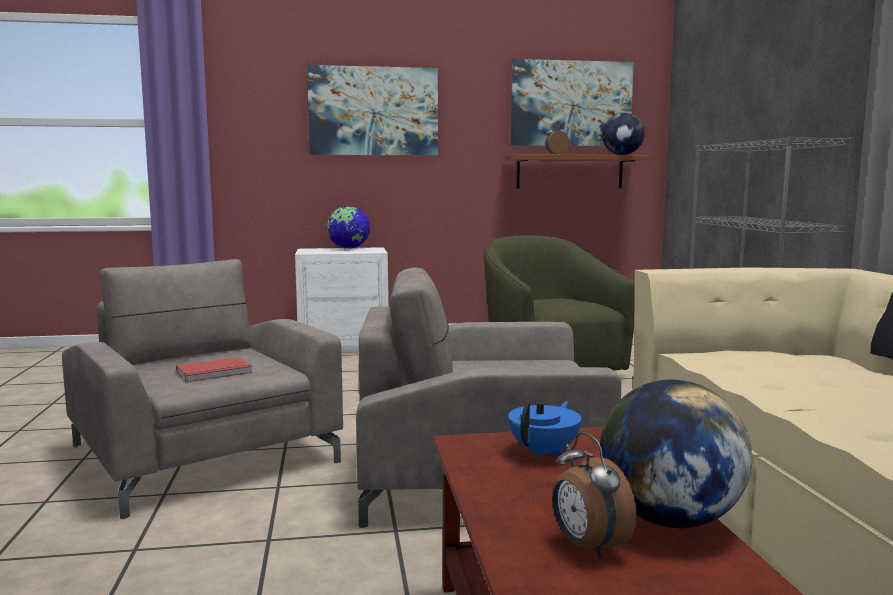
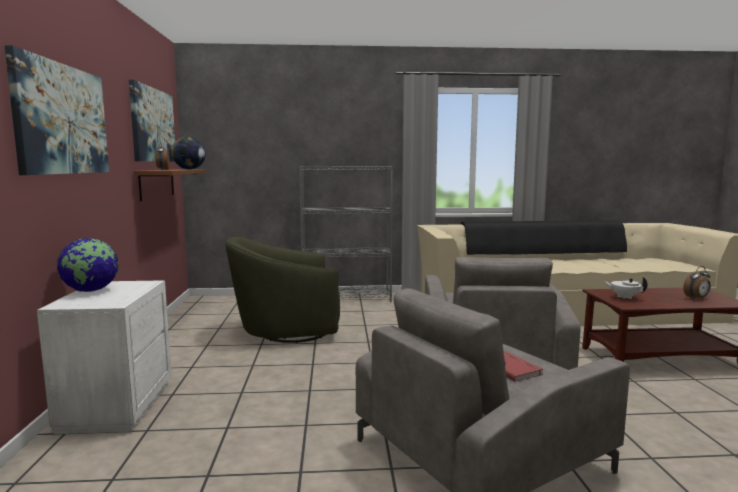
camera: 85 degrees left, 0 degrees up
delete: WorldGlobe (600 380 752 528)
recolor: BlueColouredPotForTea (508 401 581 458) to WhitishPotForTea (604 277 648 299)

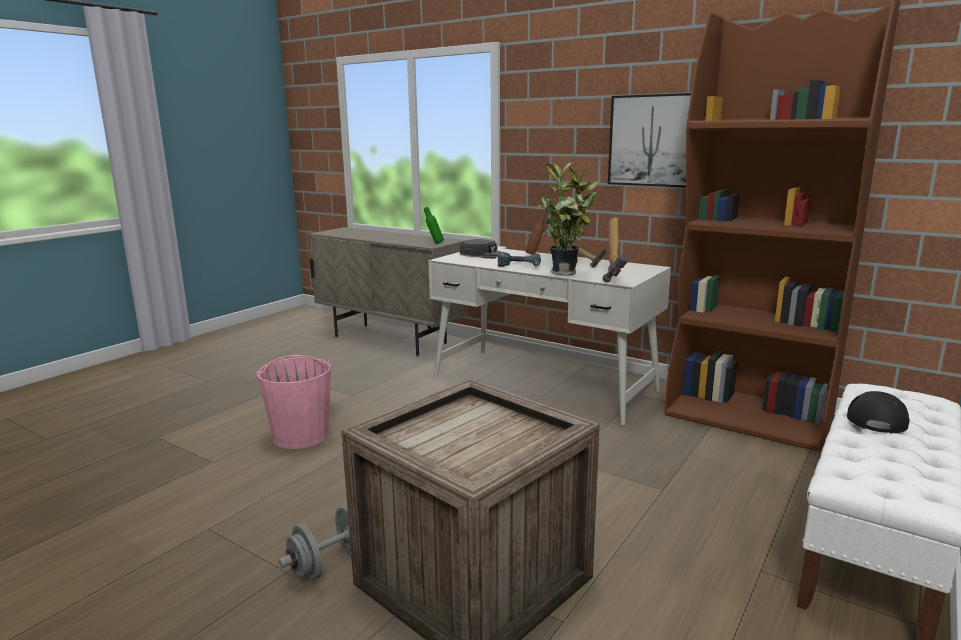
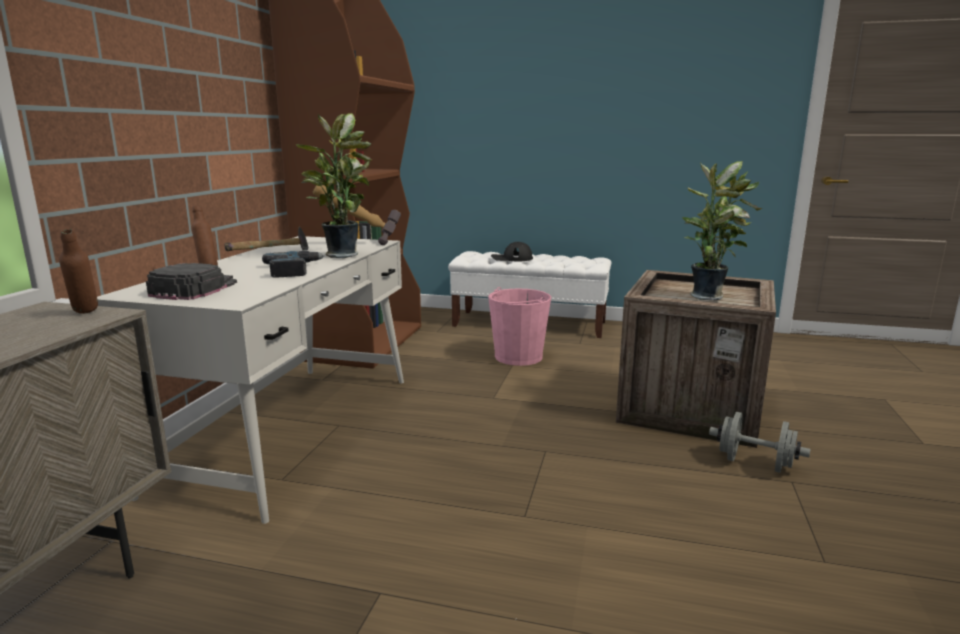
camera: 110 degrees left, 0 degrees up
delete: WallArt (608 93 691 187)
insert: PottedPlant (682 161 763 300)
move: PinkBucket (256 355 331 449) to (488 287 551 366)
recolor: GreenishBottle (424 207 444 244) to BrownColouredBottle (59 229 98 314)

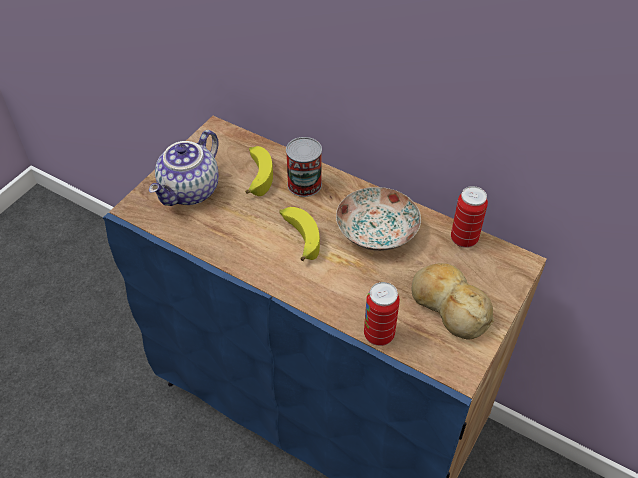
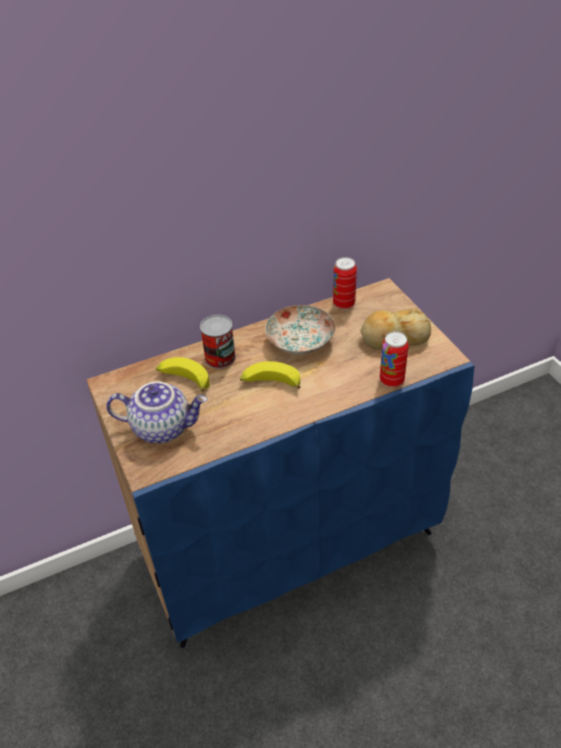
camera: 55 degrees left, 5 degrees down
rotate: PotForTea (149 130 219 206) = (106 381 207 443) 60 degrees counterclockwise

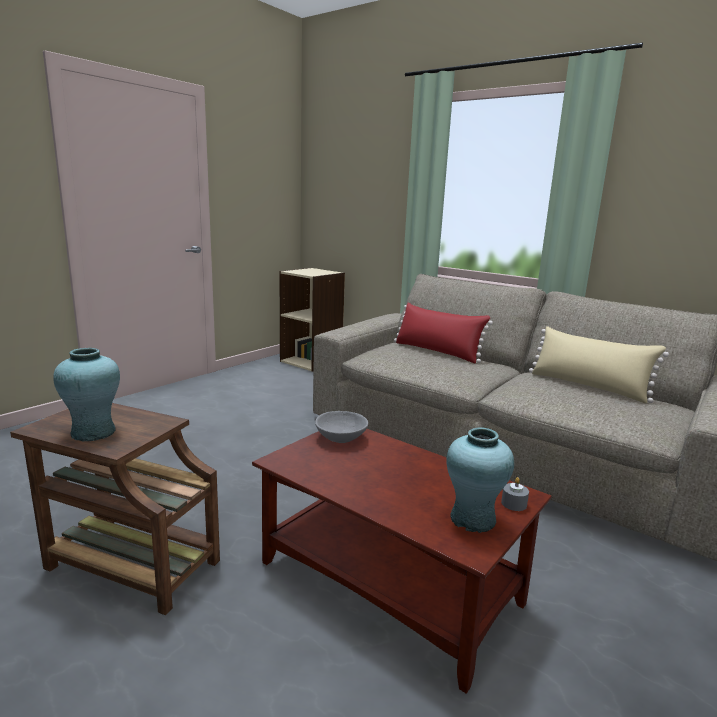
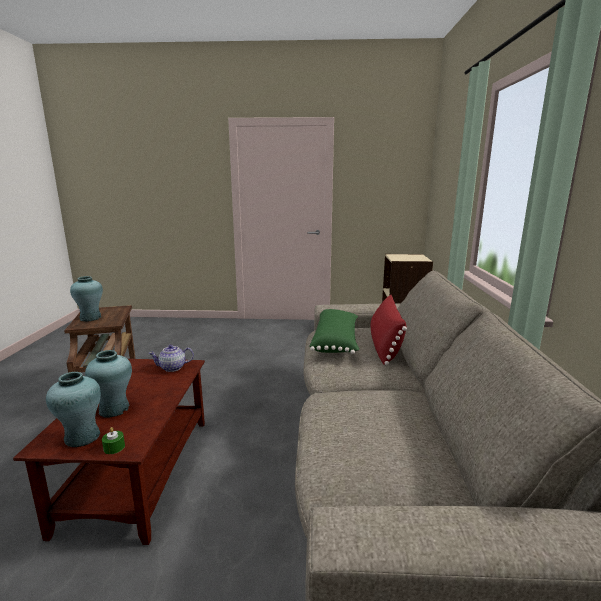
camera: 55 degrees right, 0 degrees up
delete: BeigeColouredCushion (529 326 669 403)
insert: GreenishCushion (309 309 359 354); TurquoiseFlowerVase (85 350 132 418)
replace: GreyishDeepDish (315 411 368 443) to PotForTea (148 345 194 372)
recolor: GreyishWaxLight (501 477 529 511) to GreenishWaxLight (102 427 125 454)

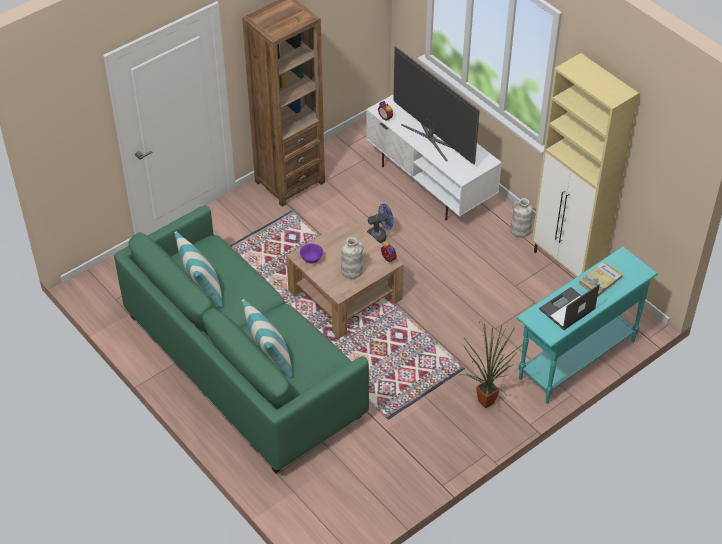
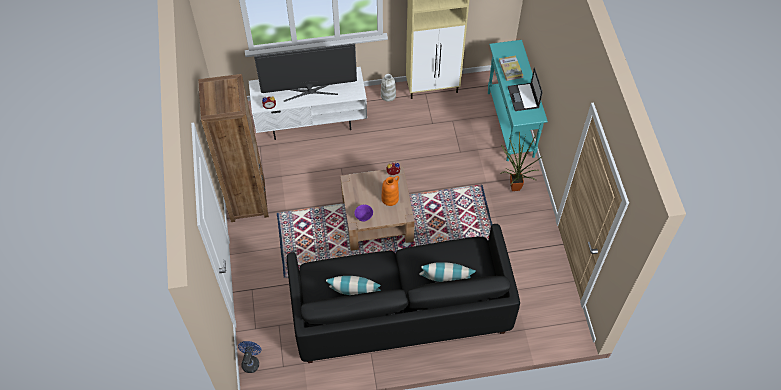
camera: 60 degrees left, 10 degrees up
move: BlueColouredElectricFan (367 204 394 243) to (238 341 261 373)
recolor: GreenishSettee (114 205 369 473) to BlackColouredSettee (287 224 520 363); WhitishFlowerVase (341 237 364 279) to OrangeFlowerVase (382 176 399 206)

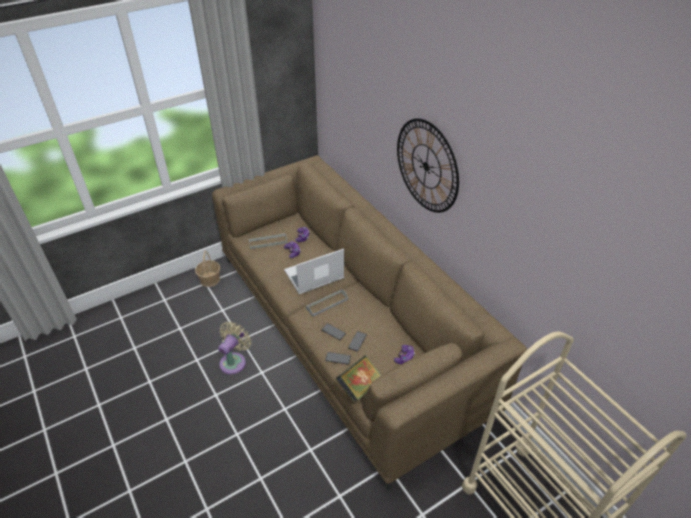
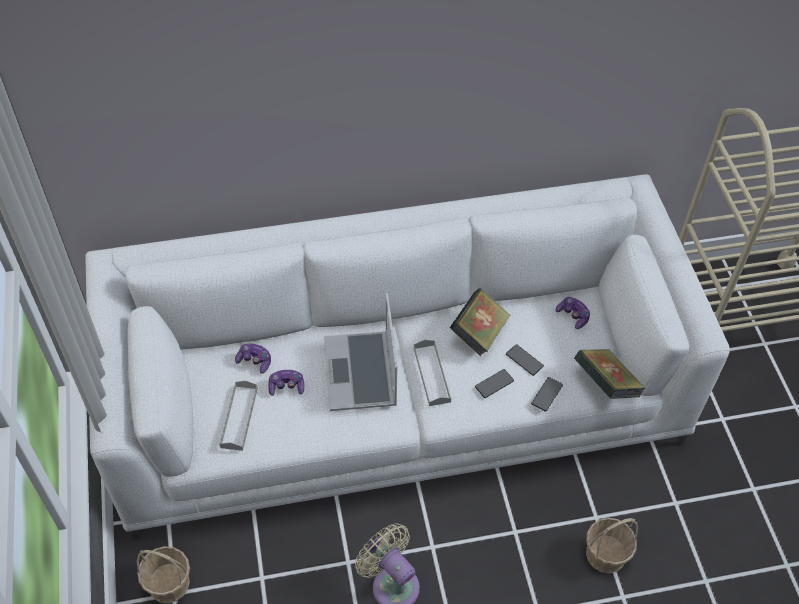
camera: 70 degrees left, 10 degrees up
delete: HangingClock (397 118 459 213)
insert: Volume (450 288 510 356); HouseholdBasket (586 518 638 573)
recolor: BrownColouredSettee (212 155 527 491) to WhitishSettee (85 174 730 540)

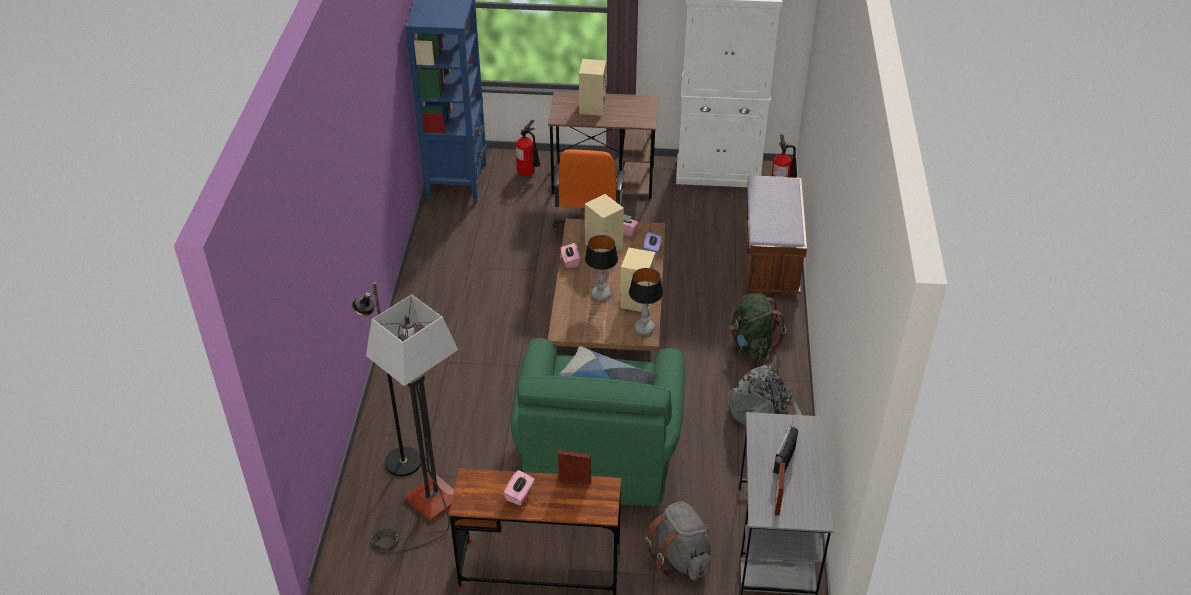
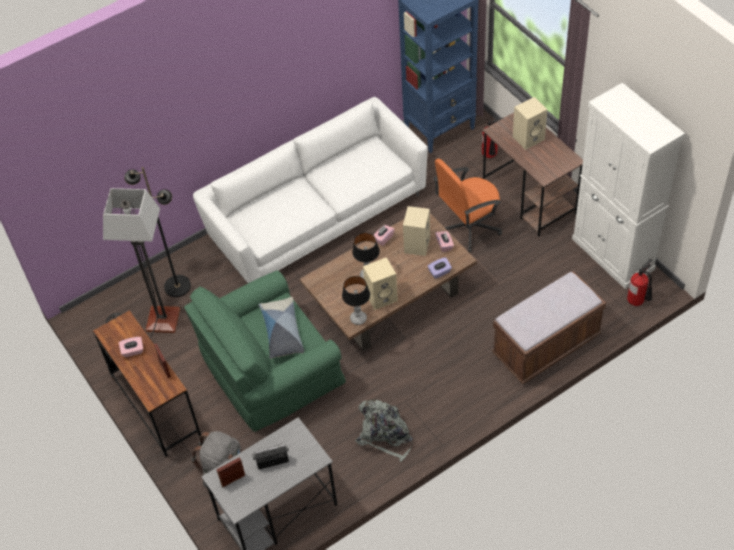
camera: 55 degrees right, 10 degrees up
delete: GreenishBackpack (730 293 786 361)
insert: WhitishSettee (193 97 428 283)

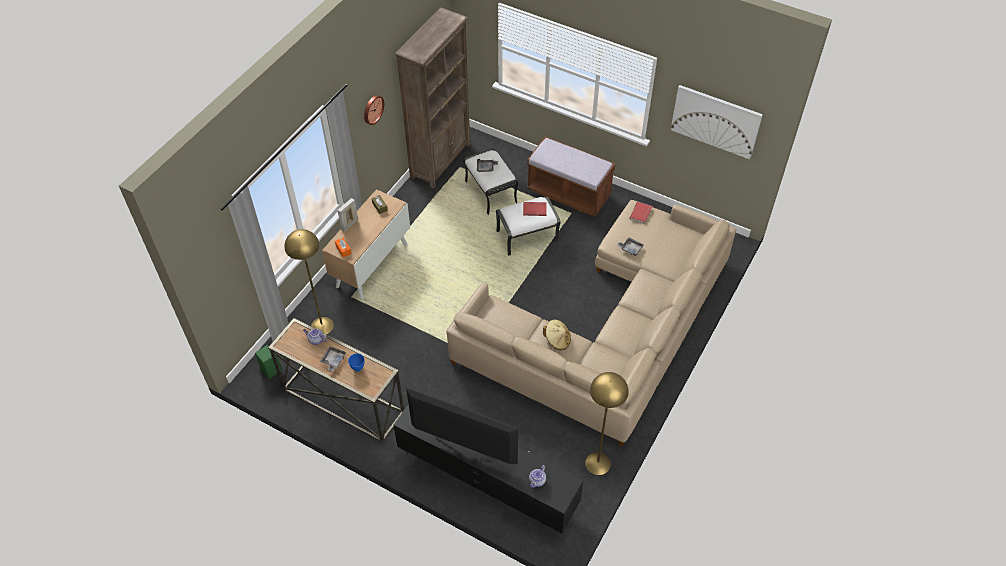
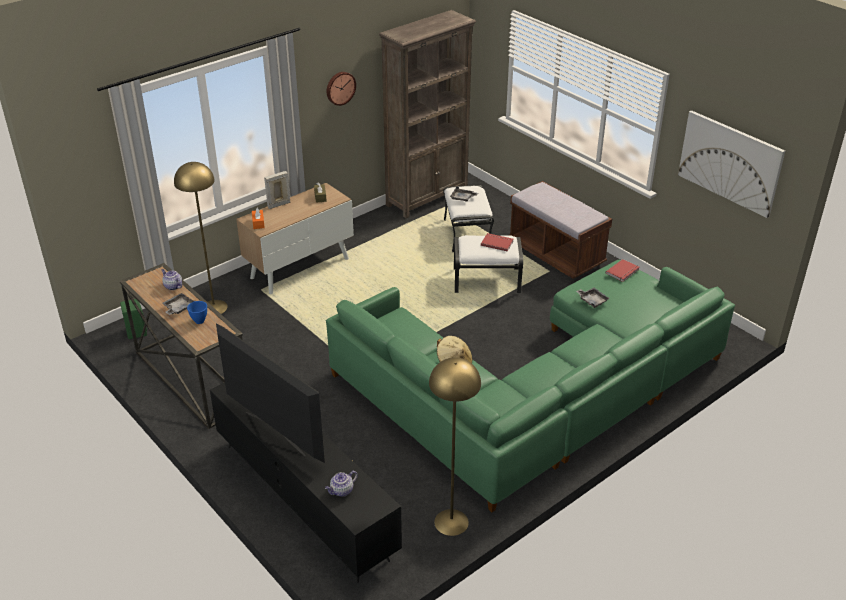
camera: 20 degrees right, 15 degrees down
recolor: BeigeColouredSettee (446 200 736 446) to GreenishSettee (326 260 735 512)

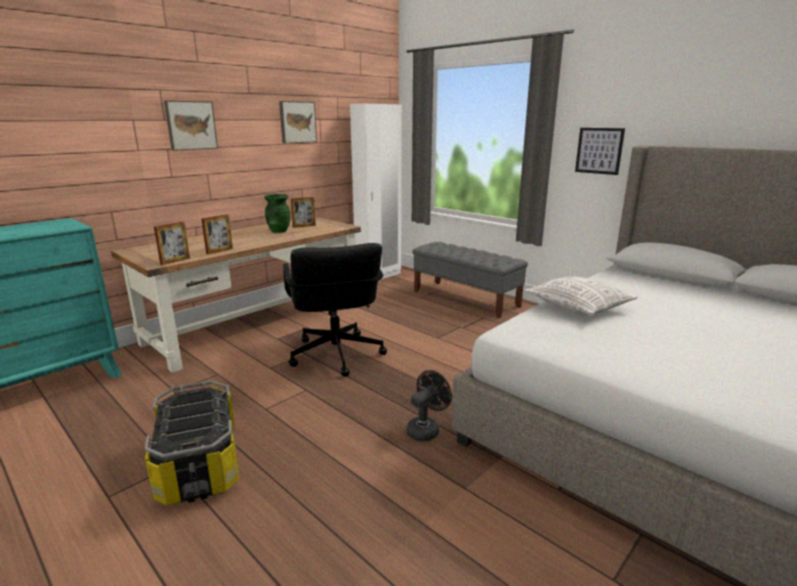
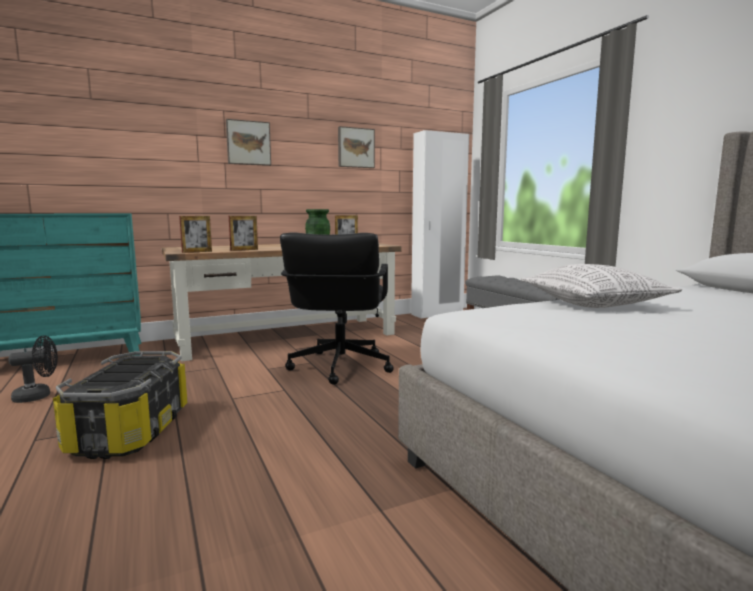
camera: 20 degrees right, 10 degrees down
delete: WallArt (575 128 625 175)
move: BlackColouredElectricFan (406 370 452 442) to (8 335 58 403)

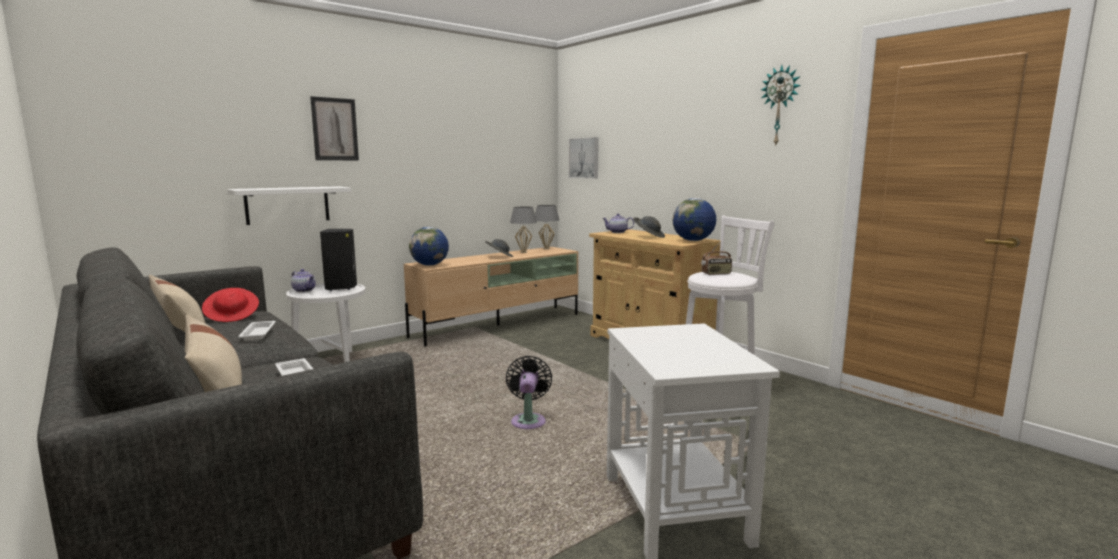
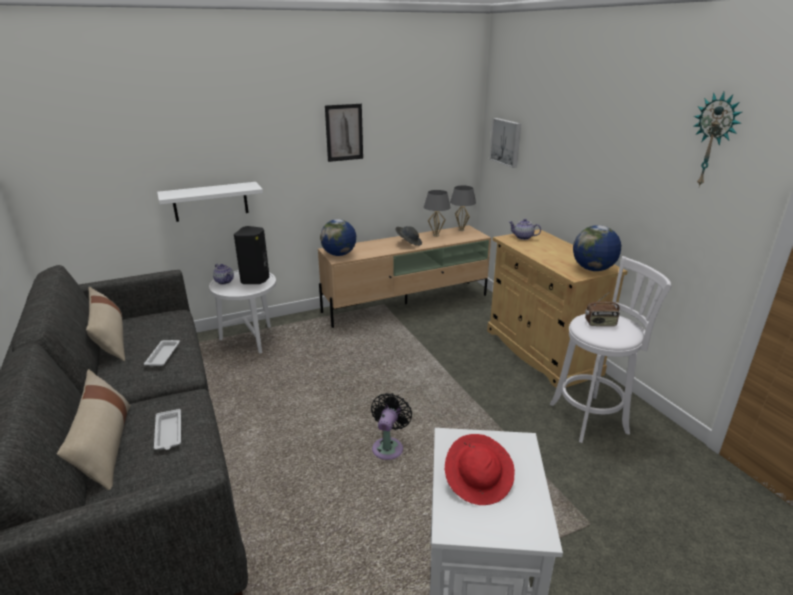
camera: 15 degrees right, 15 degrees up
delete: GreyishWearableHat (633 216 665 238)
move: WallArt (310 96 359 160) to (325 104 363 162); ReddishWearableHat (202 288 259 322) to (445 434 515 505)

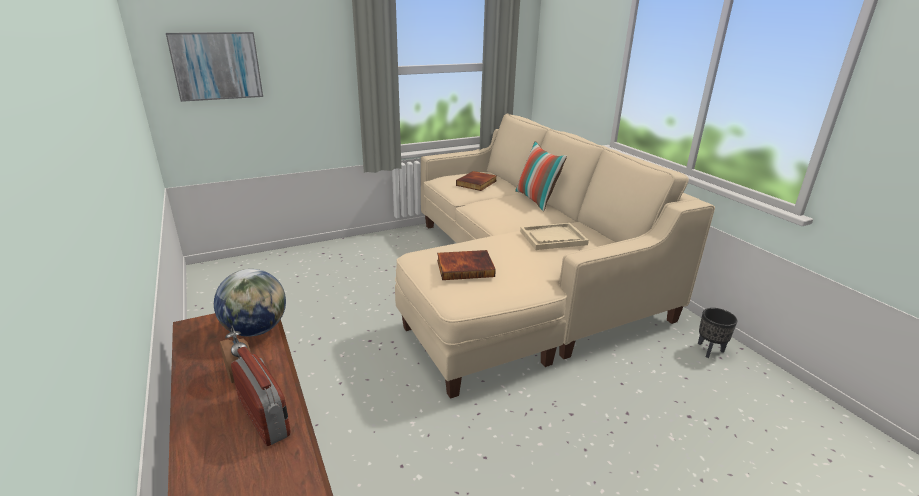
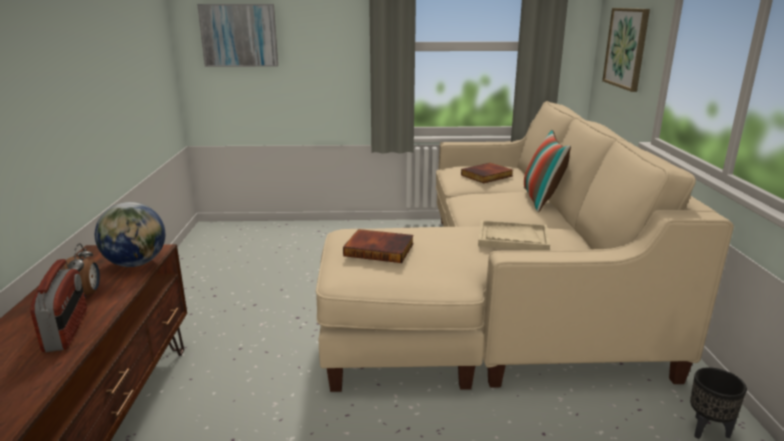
camera: 25 degrees right, 5 degrees down
insert: WallArt (602 8 650 92)

